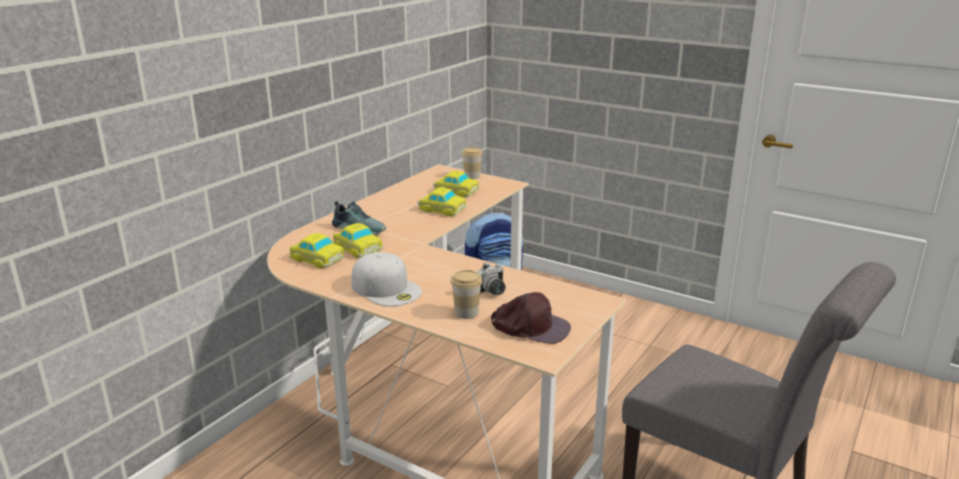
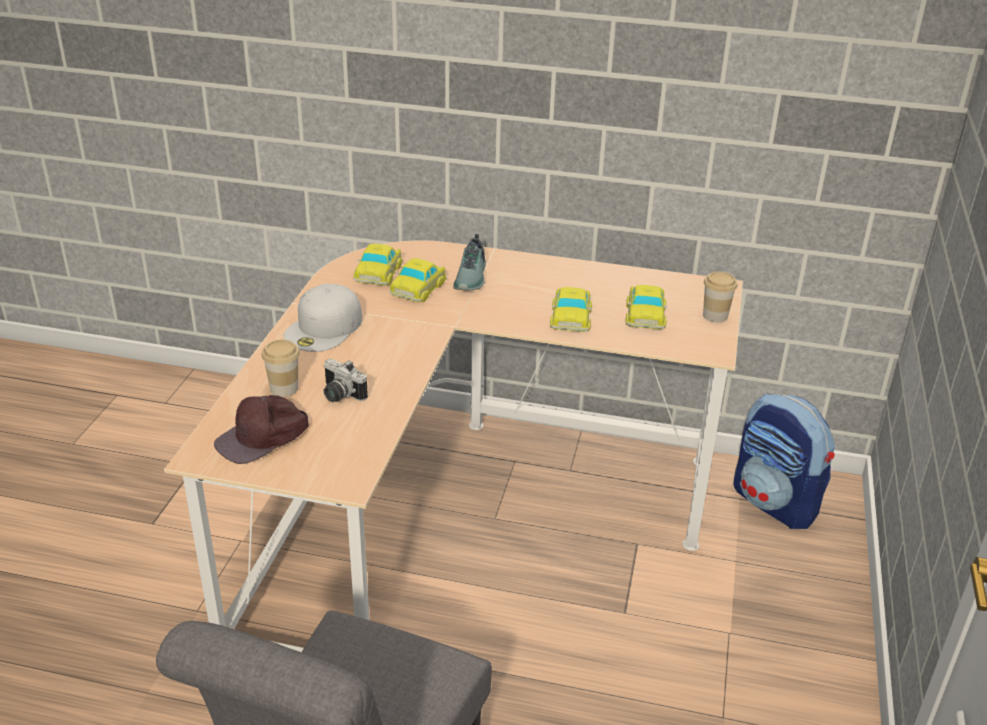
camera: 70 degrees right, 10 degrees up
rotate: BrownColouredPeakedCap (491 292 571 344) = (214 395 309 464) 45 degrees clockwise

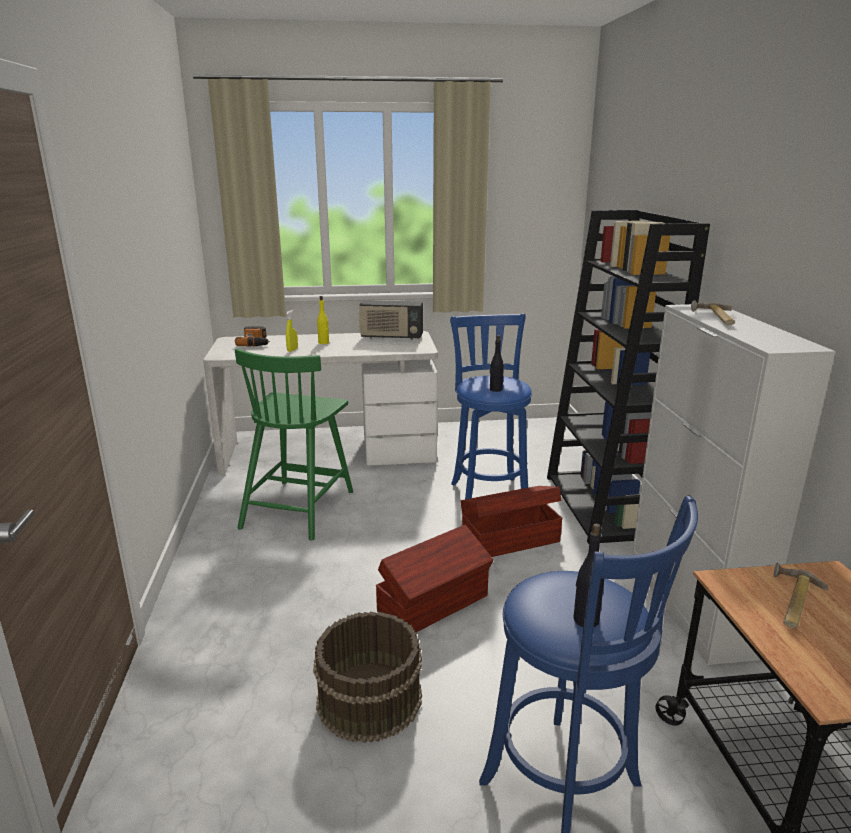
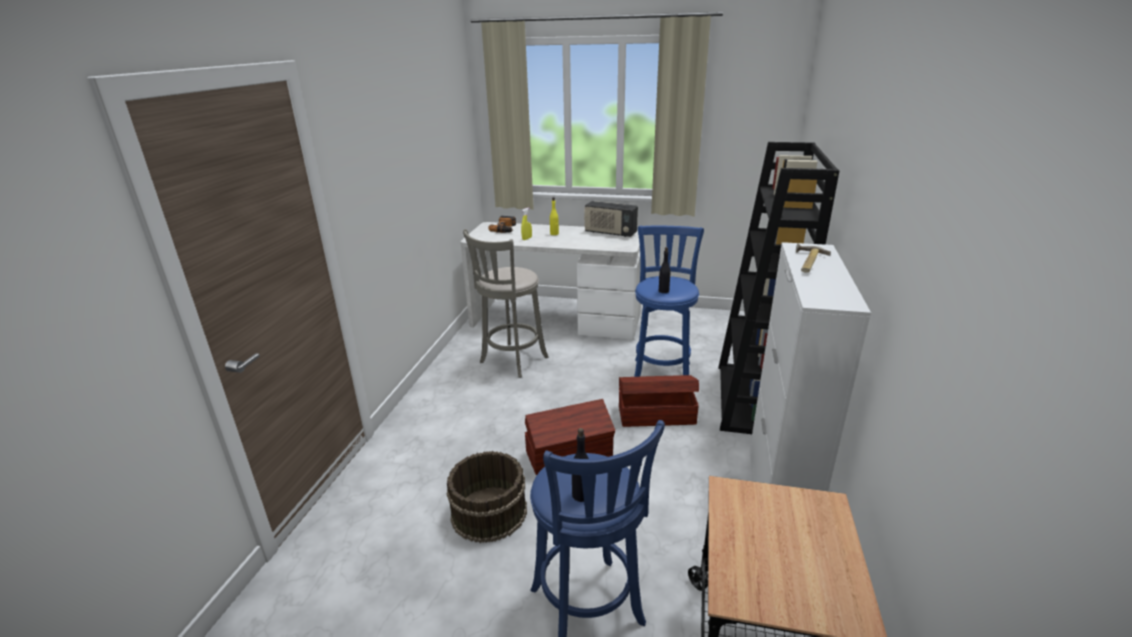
camera: 20 degrees right, 5 degrees up
delete: Hammer (774 563 828 628)
replace: GreenishUprightChair (235 348 353 541) to GreyishSittingStool (463 229 549 378)

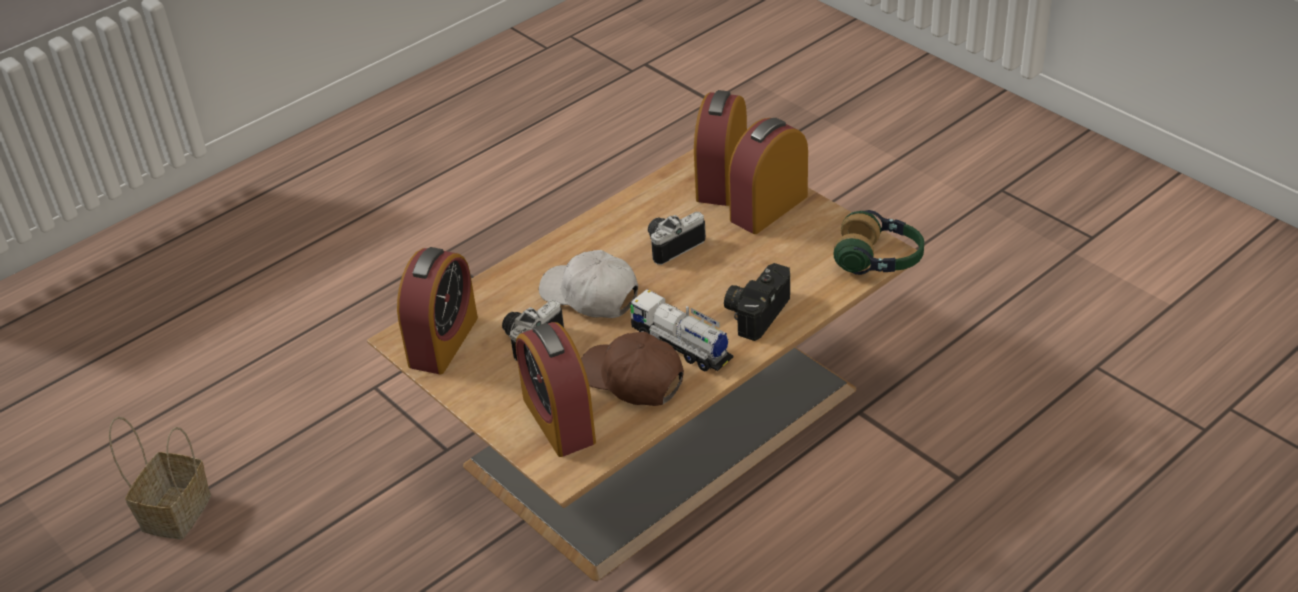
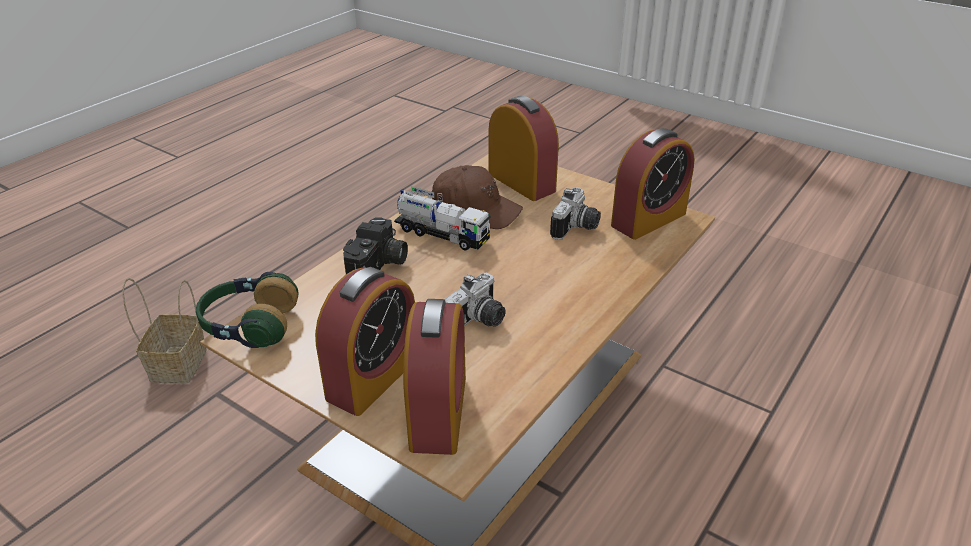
camera: 165 degrees right, 5 degrees down
delete: WhitishPeakedCap (539 250 638 318)
move: HouseholdBasket (109 416 211 540) to (122 278 207 384)
rotate: AlarmClock (397 247 478 374) = (611 128 695 240) 135 degrees counterclockwise

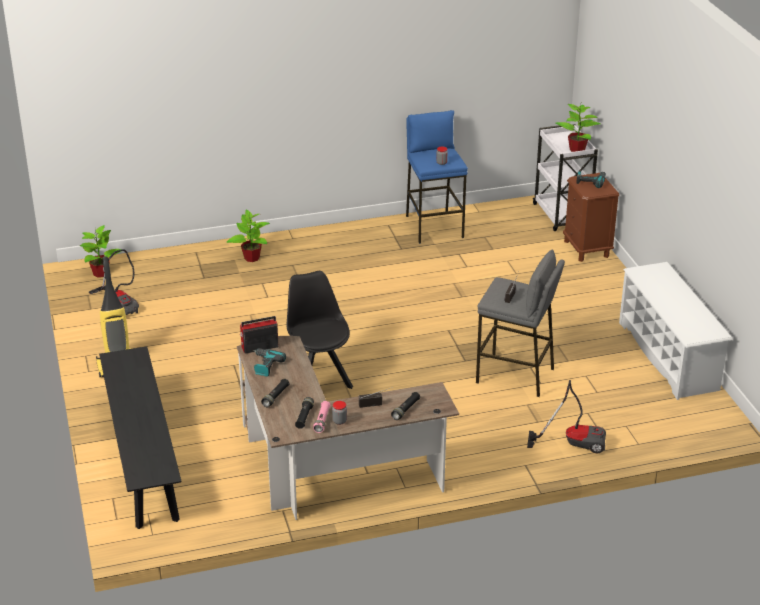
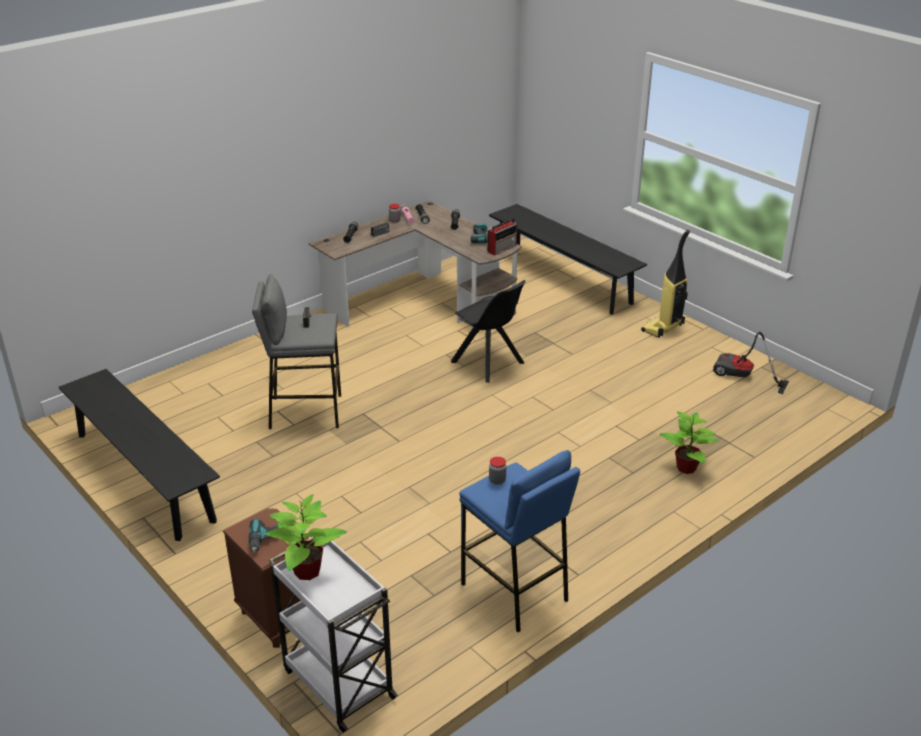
camera: 155 degrees right, 0 degrees up
delete: PottedPlant (80 225 121 278); VacuumCleaner (527 380 606 454)
replace: WhitishShoeRack (619 262 733 400) to BlackColouredIndoorBench (59 369 220 541)

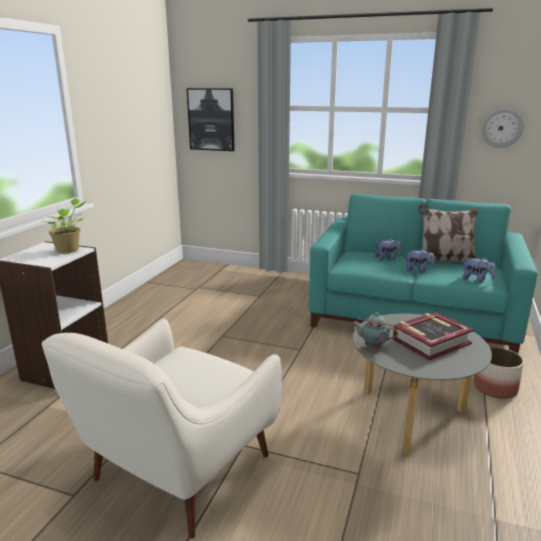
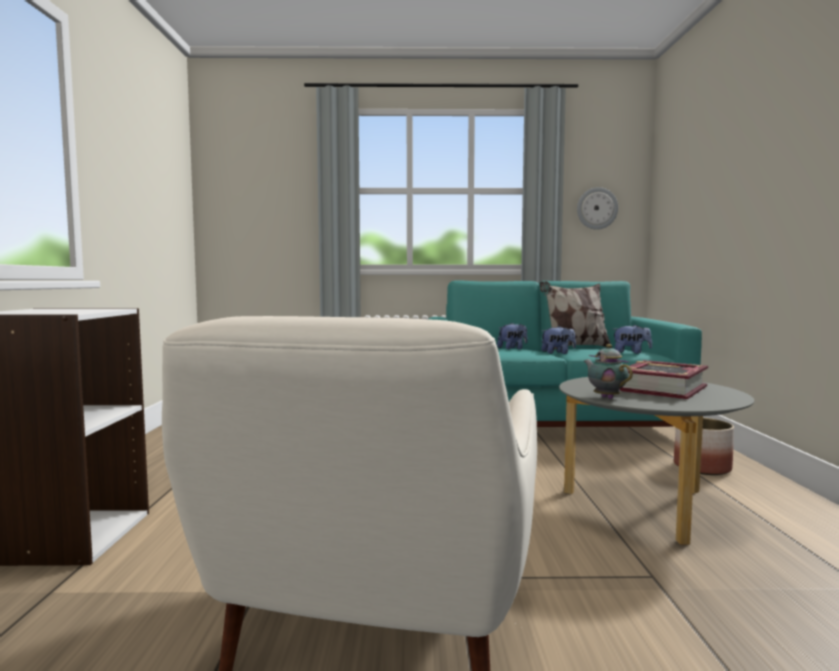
camera: 20 degrees left, 15 degrees down
delete: WallArt (187 88 235 151); PottedPlant (41 198 86 253)
rotate: PotForTea (352 312 398 349) = (584 344 633 399) 60 degrees clockwise

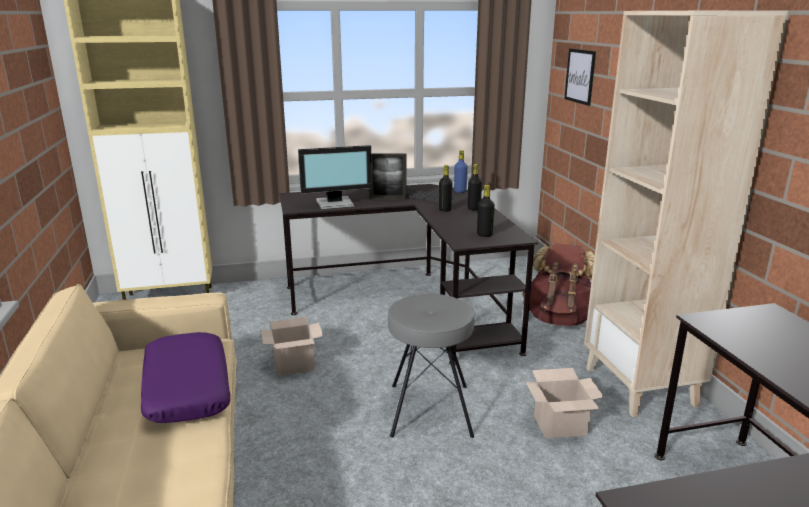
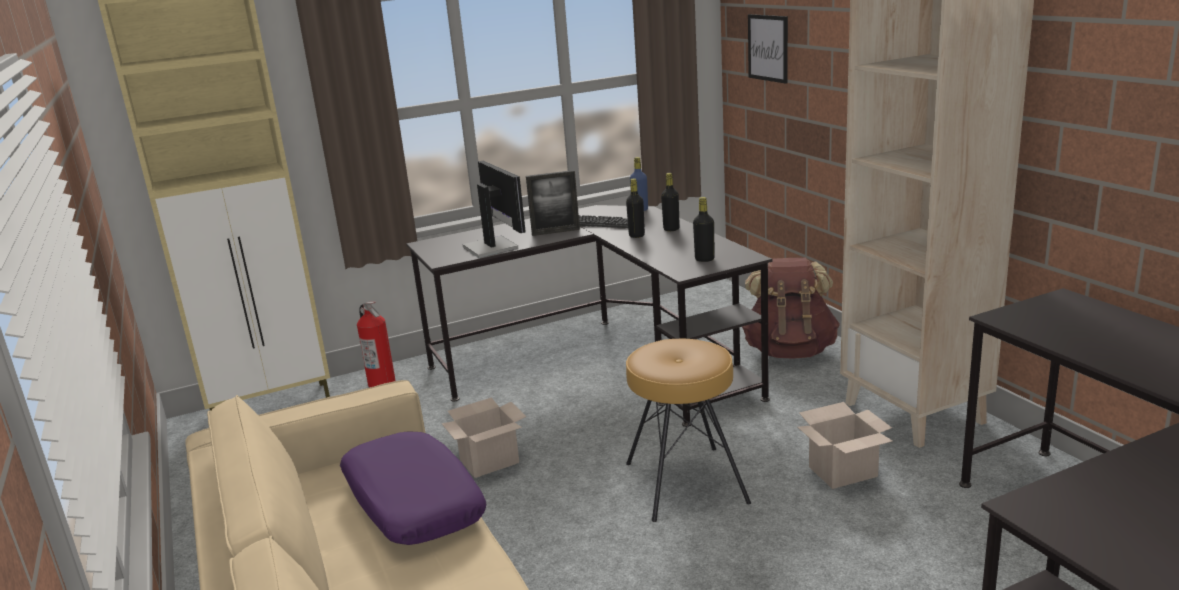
camera: 10 degrees left, 0 degrees up
insert: FireExtinguisher (357 302 396 387)
recolor: GreyishSittingStool (388 293 474 438) to BrownColouredSittingStool (626 339 751 522)
rotate: Monitor (298 145 372 209) = (462 161 526 258) 90 degrees counterclockwise

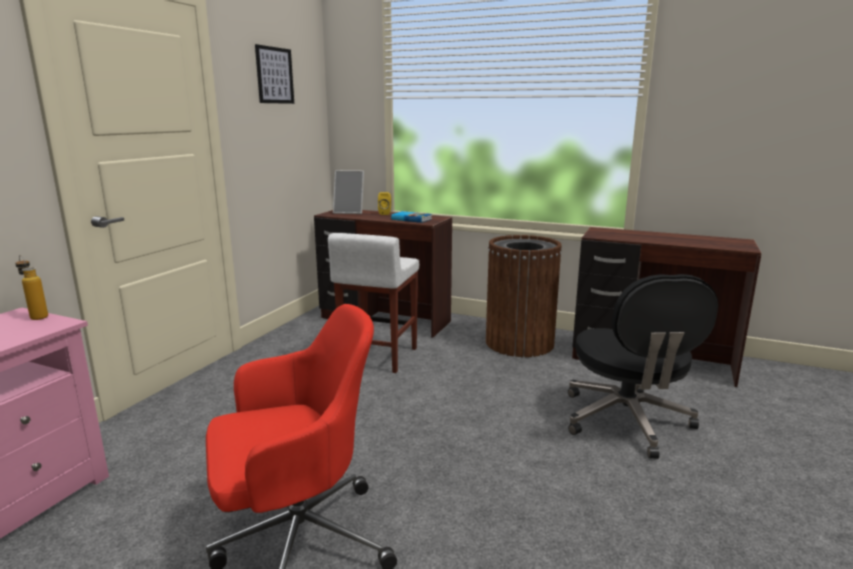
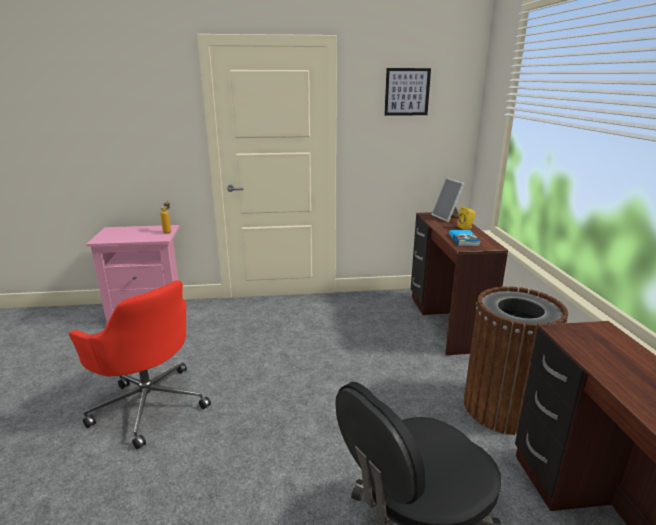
camera: 60 degrees right, 5 degrees up
delete: WhitishSittingStool (328 233 419 373)

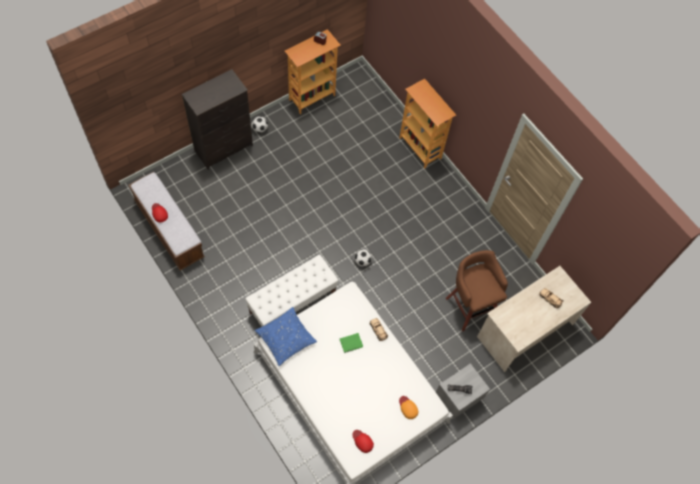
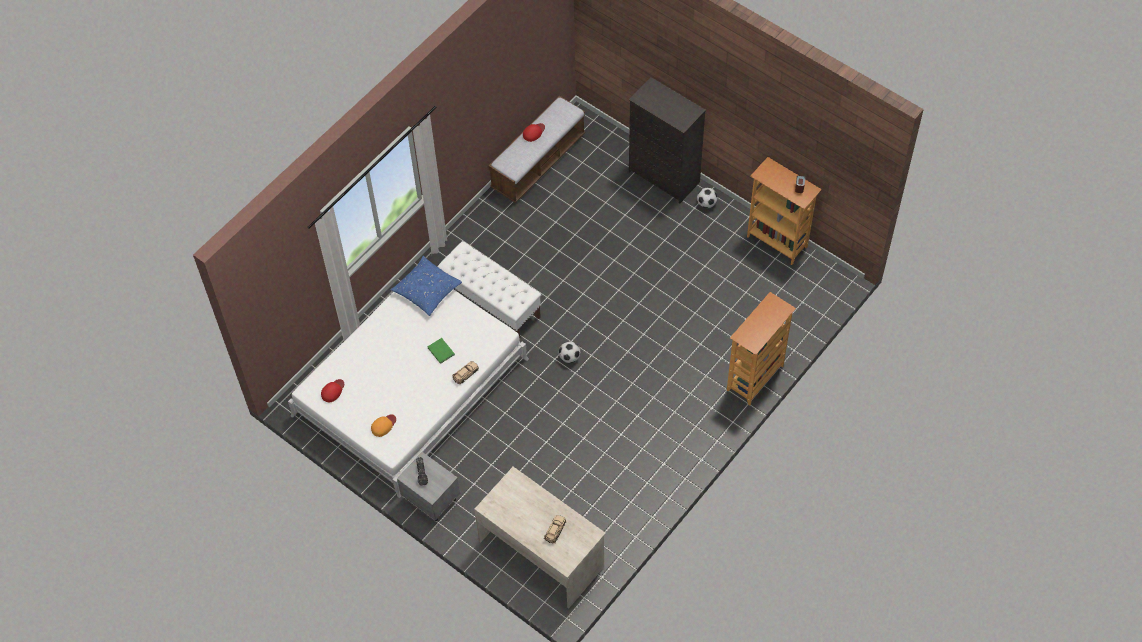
camera: 80 degrees right, 5 degrees down
delete: BrownColouredSittingStool (446 250 508 331)

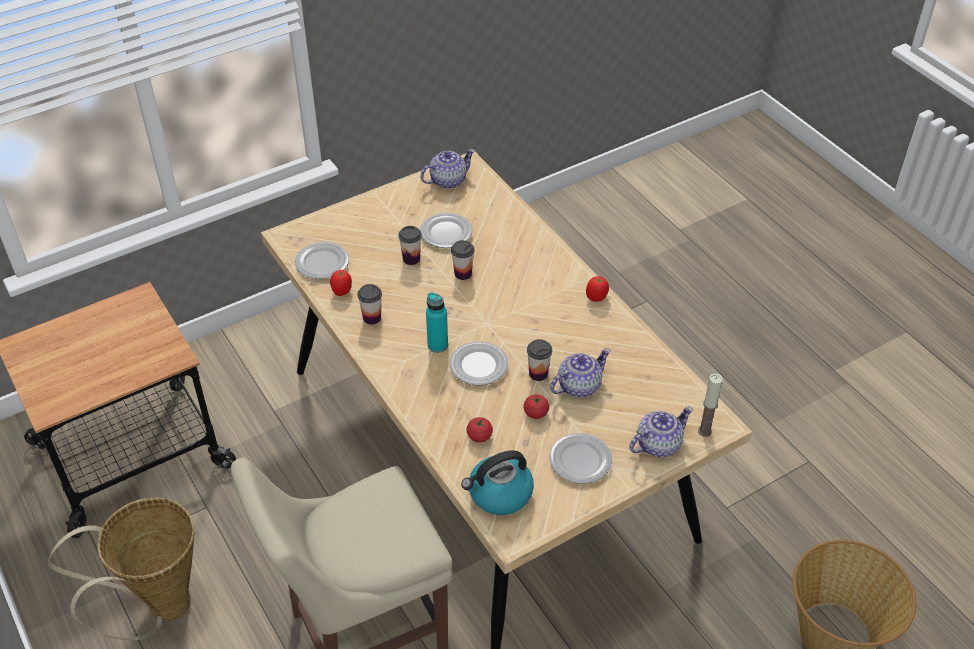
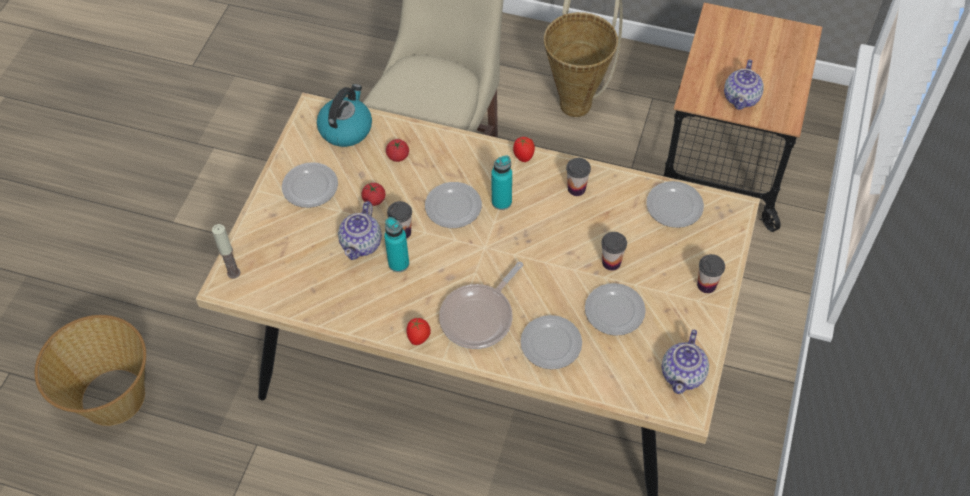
camera: 140 degrees right, 10 degrees up
insert: TurquoiseBottle (384 217 409 272); FryingPan (439 262 523 349); FlatDish (520 315 582 369)
move: DrinkingCup (451 240 474 280) to (697 254 725 293); WholeTomato (330 270 352 296) to (513 137 535 162); PotForTea (629 406 693 457) to (724 59 764 110)

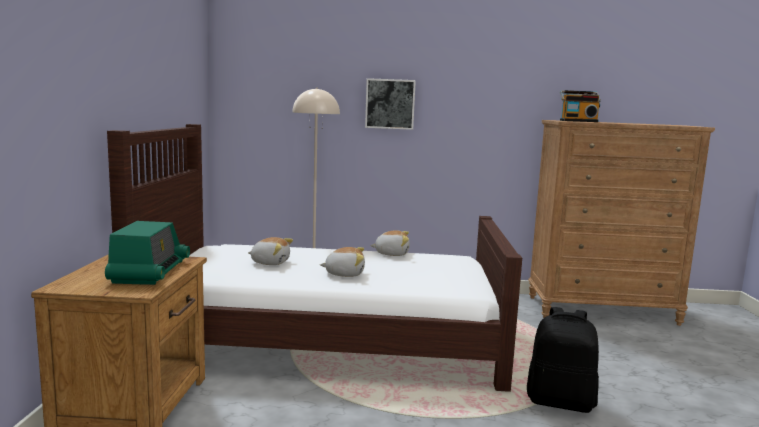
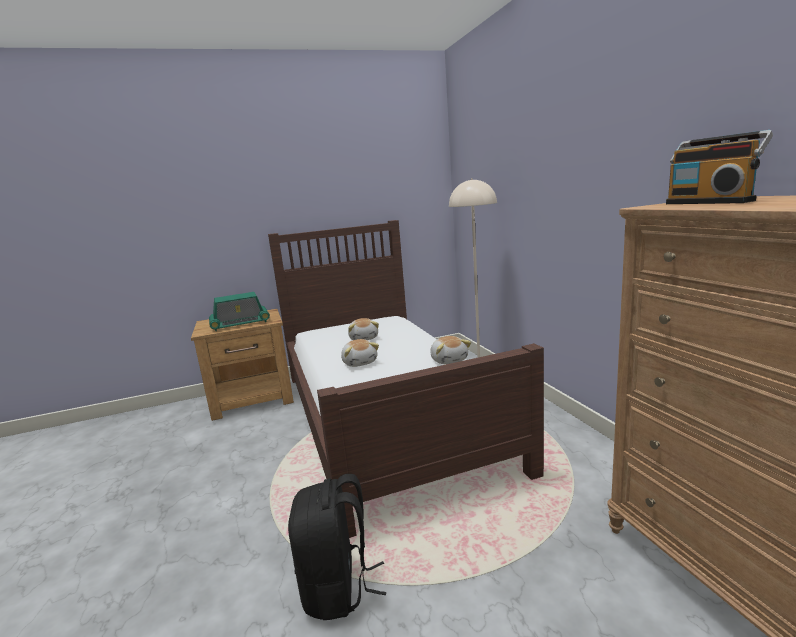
camera: 70 degrees right, 5 degrees up
delete: WallArt (365 78 416 130)

